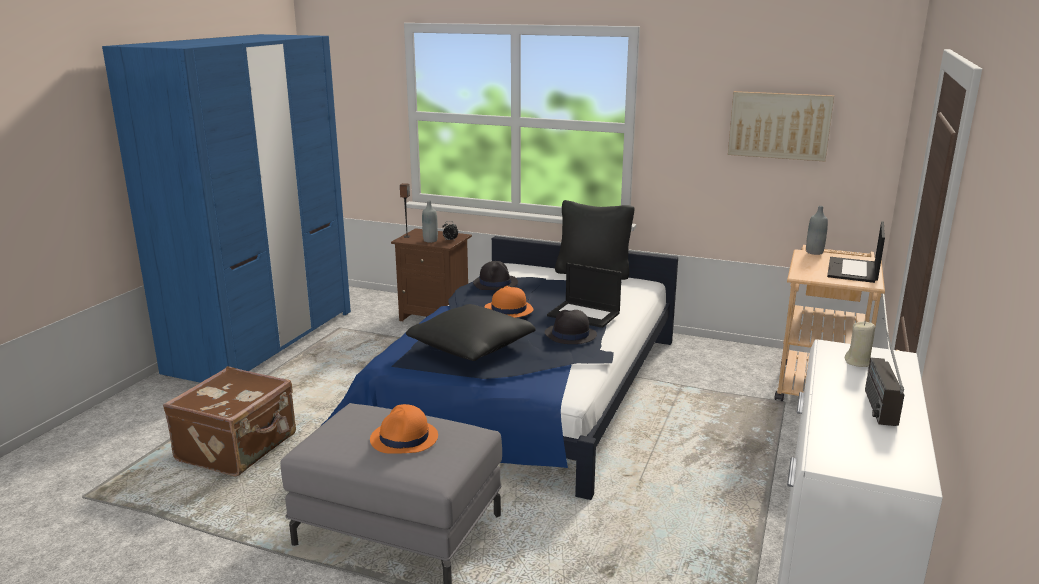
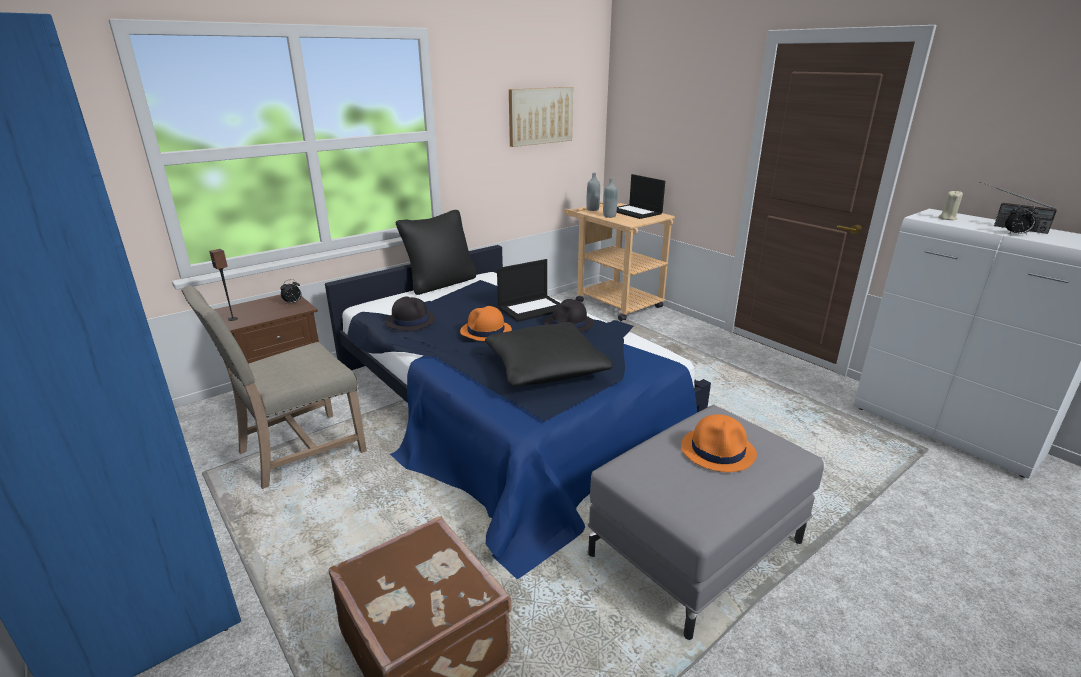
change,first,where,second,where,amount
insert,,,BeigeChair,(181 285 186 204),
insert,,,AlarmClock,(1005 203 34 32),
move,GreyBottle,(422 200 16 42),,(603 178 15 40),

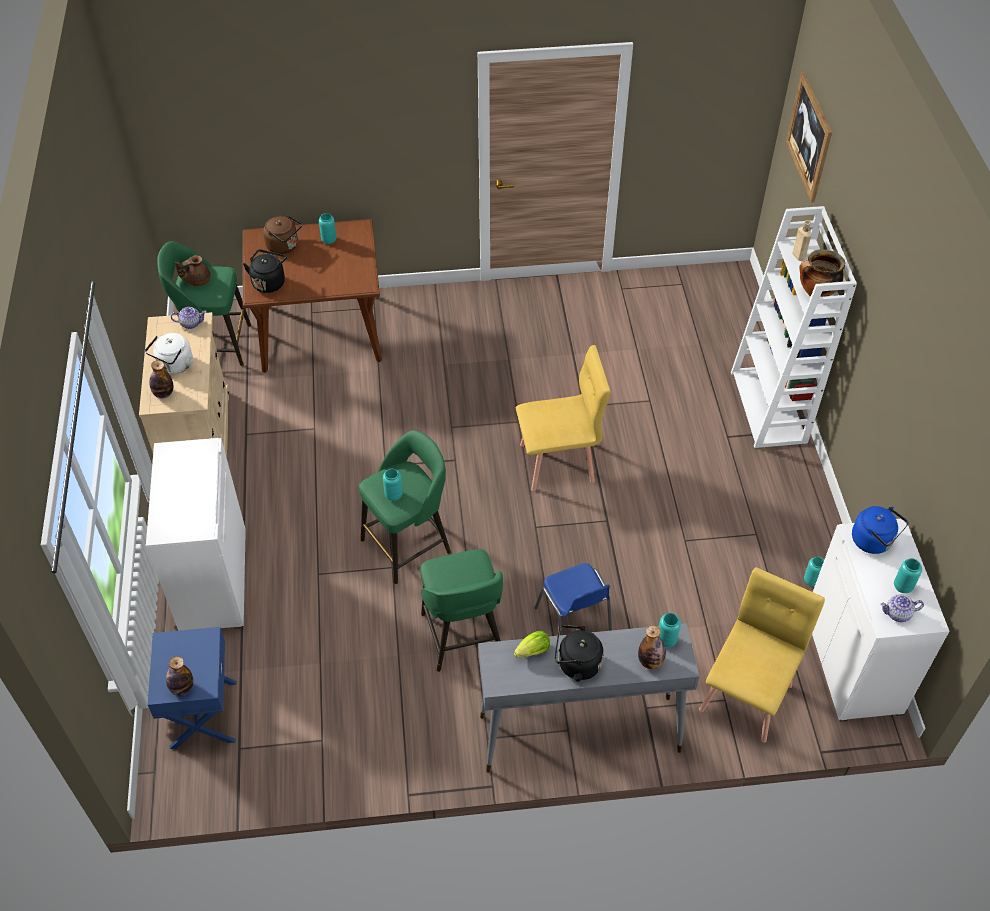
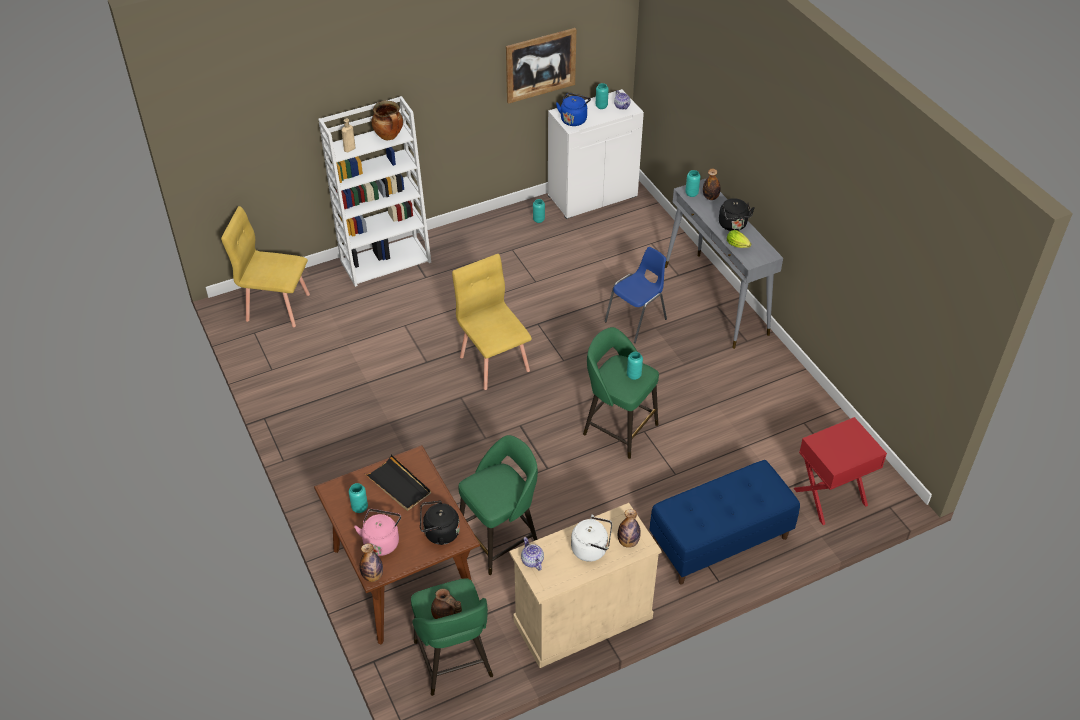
change,first,where,second,where,amount
insert,,,BlackTray,(365 454 66 57),
move,Bottle,(166 656 27 40),,(360 543 23 39),
move,GreenStool,(420 549 83 123),,(458 435 80 140),
move,YellowChair,(699 567 126 176),,(221 206 89 121),
move,Picture,(786 72 46 131),,(506 28 70 76),
replace,WhiteCabinet,(146 438 100 193),BlueBench,(650 460 150 124),
recolor,BlueNightstand,(147 627 90 122),RedNightstand,(793 417 94 108),
recolor,BrownKettle,(263 215 39 39),PinkKettle,(354 509 47 47),

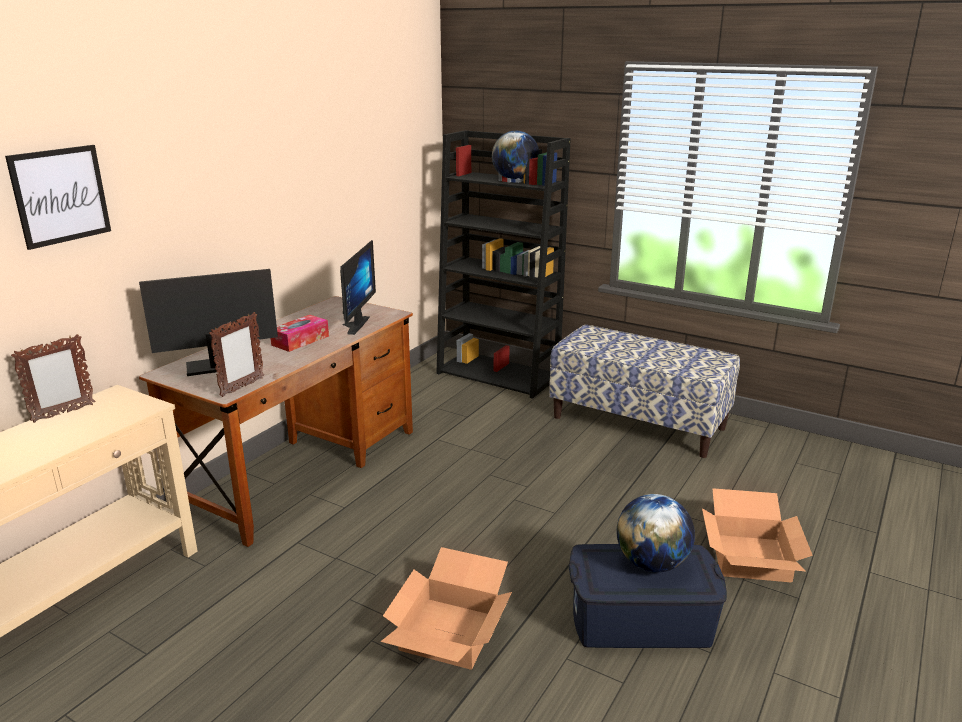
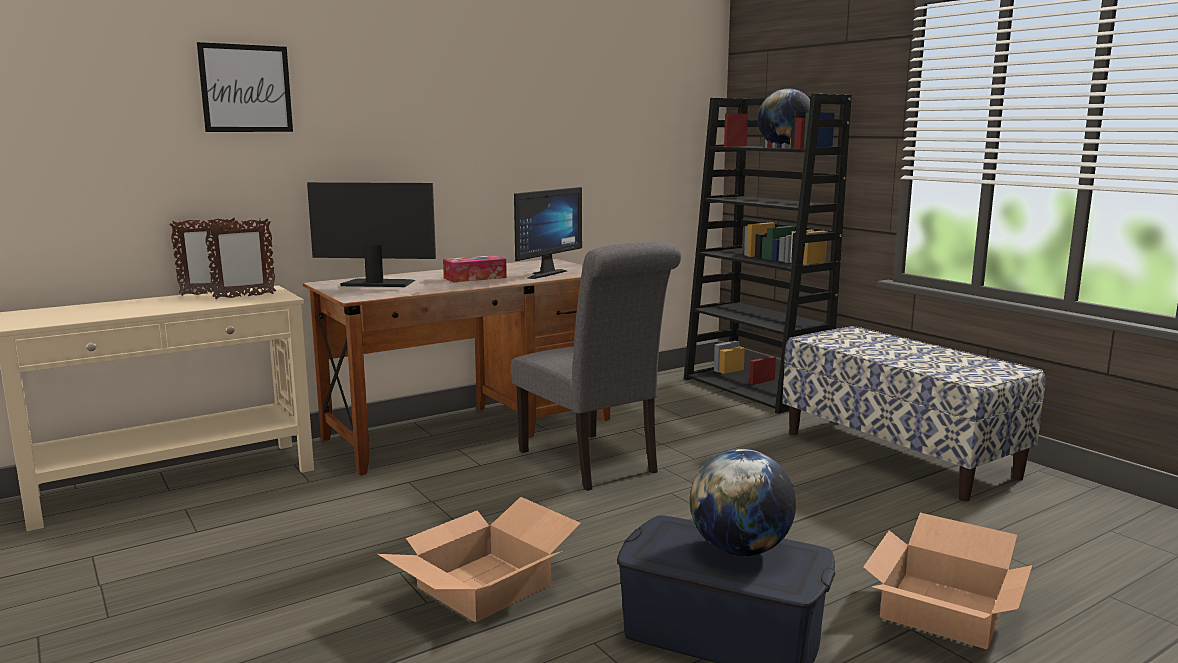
change,first,where,second,where,amount
insert,,,GreyChair,(511 242 170 249),
move,PictureFrame,(209 312 55 85),,(204 219 72 80),

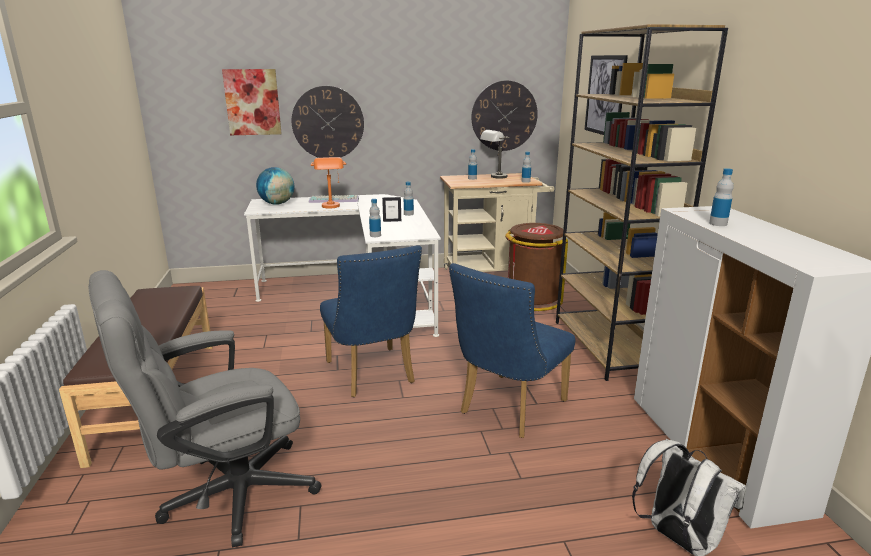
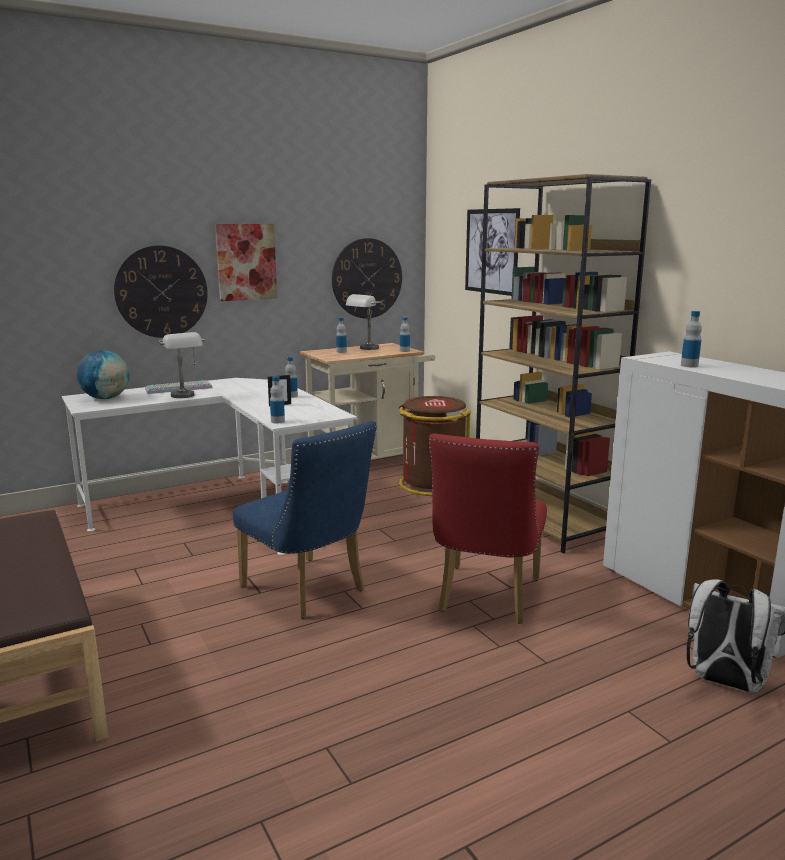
change,first,where,second,where,amount
delete,GreyOfficeChair,(88 270 233 278),,,
move,Picture,(222 69 60 66),,(215 224 62 77),
recolor,OrangeTableLamp,(311 157 35 51),GreyTableLamp,(157 332 48 66),
recolor,BlueChair,(449 263 126 175),RedChair,(429 434 118 190),

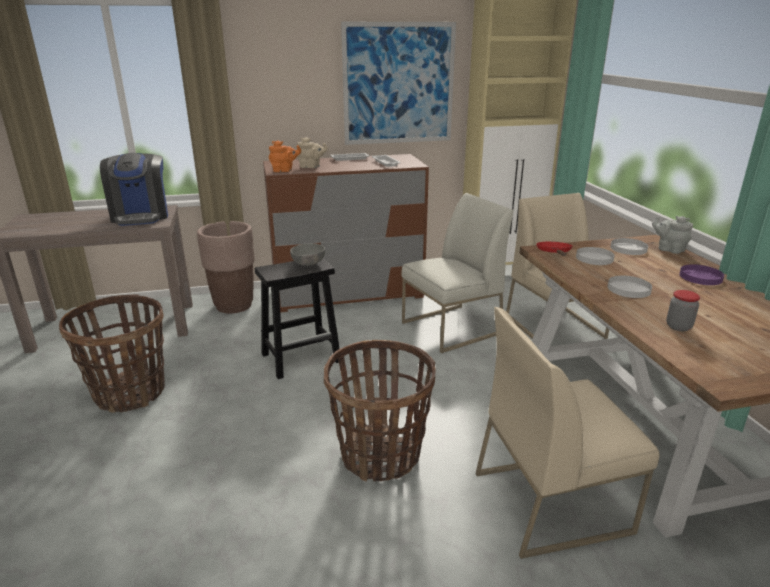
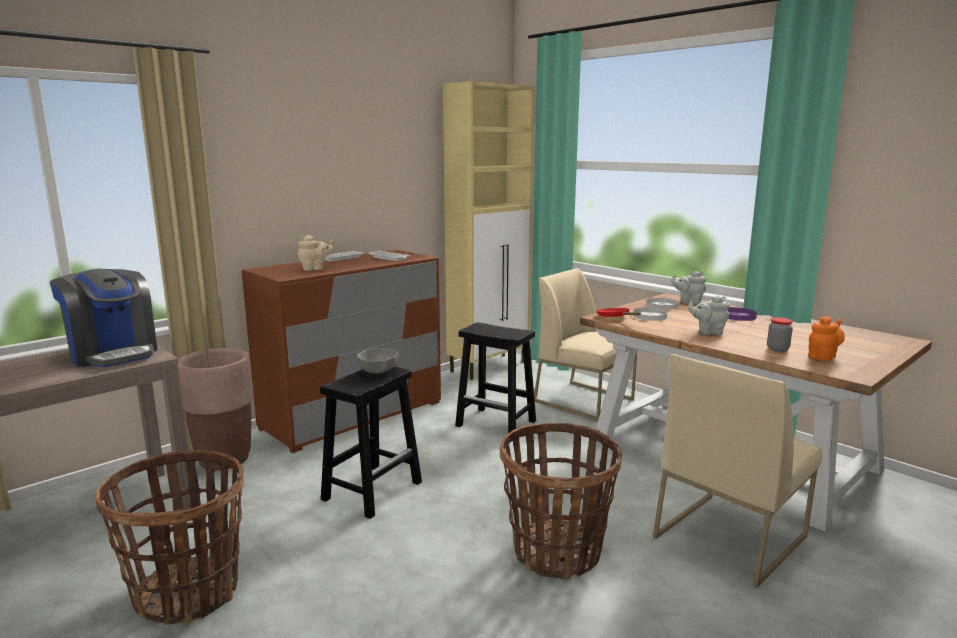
change,first,where,second,where,amount
delete,Picture,(341 22 115 123),,,
move,OrangeTeapot,(269 141 32 31),,(808 316 37 45),
replace,WhiteChair,(402 193 111 160),BlackStool,(455 322 81 111),
replace,WhitePlate,(607 276 45 22),GreyTeapot,(688 296 42 39),

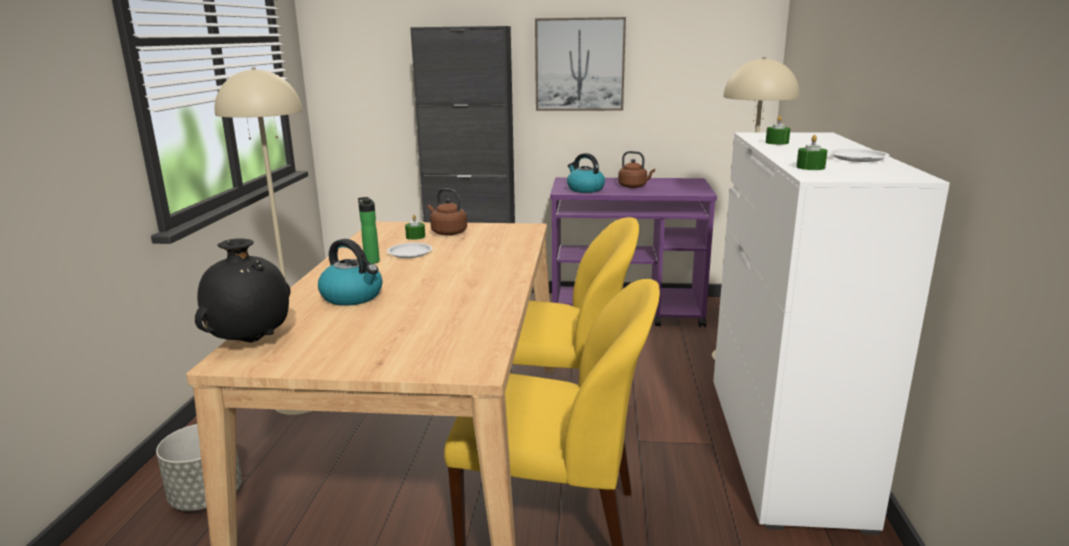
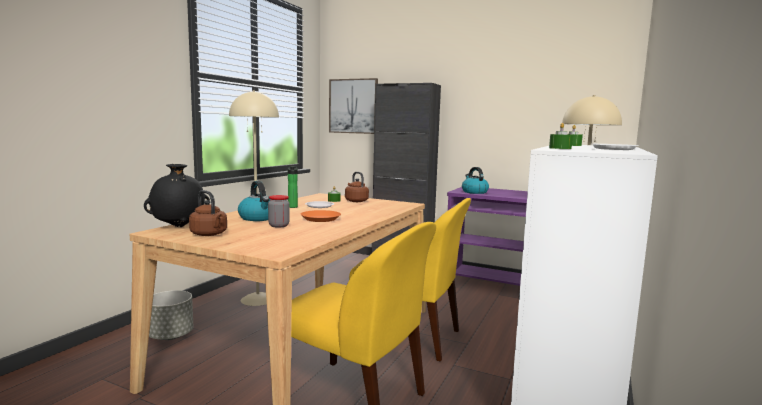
change,first,where,second,where,amount
insert,,,Jar,(268 195 22 33),
insert,,,OrangePlate,(301 210 40 12),
move,Picture,(535 17 91 94),,(329 78 49 56),
move,BrownKettle,(618 151 37 37),,(189 190 38 46),

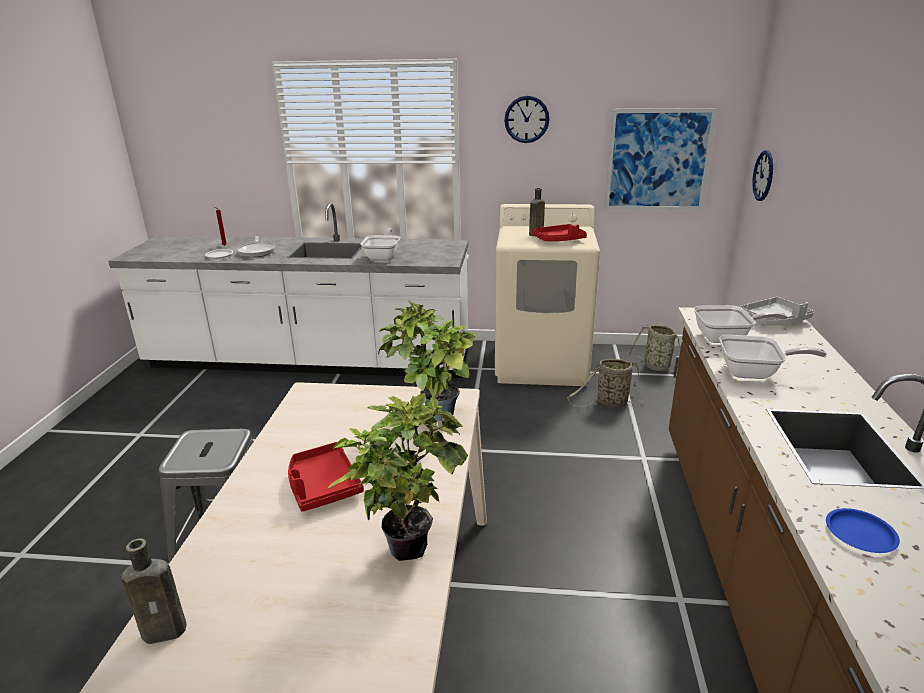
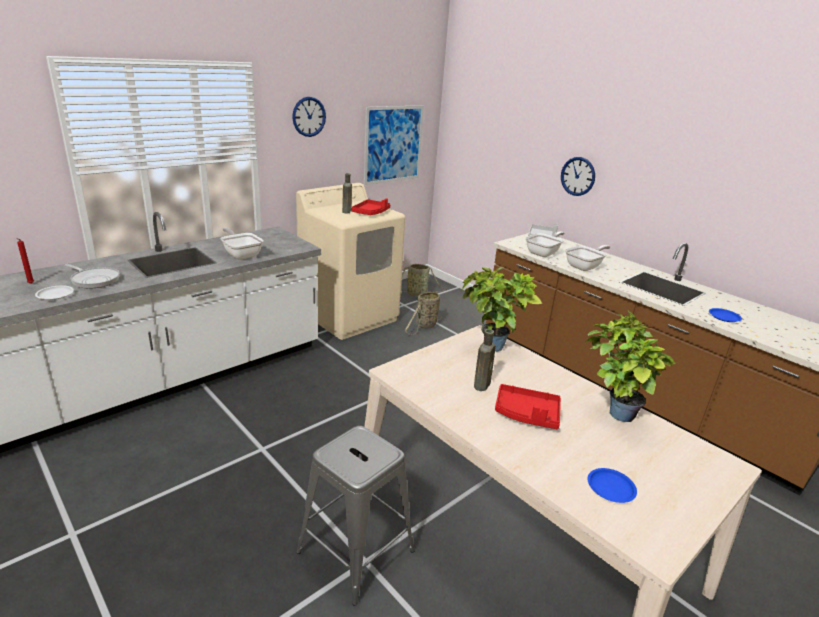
change,first,where,second,where,amount
insert,,,BluePlate,(588 468 49 35),
move,BrownBottle,(121 538 66 106),,(474 329 22 62),
move,WallClock,(752 151 21 50),,(561 157 34 39),

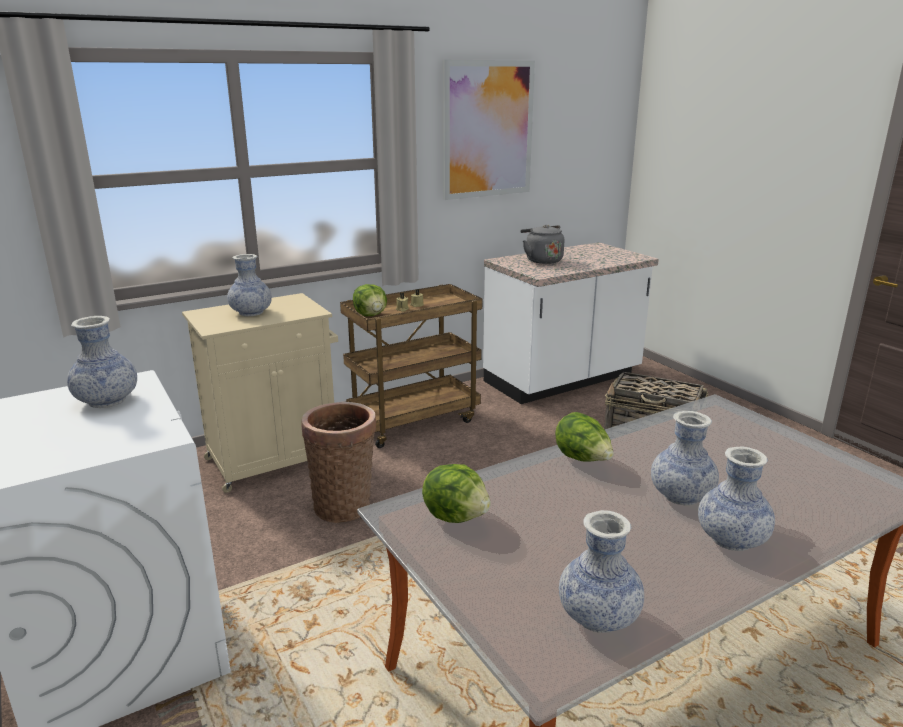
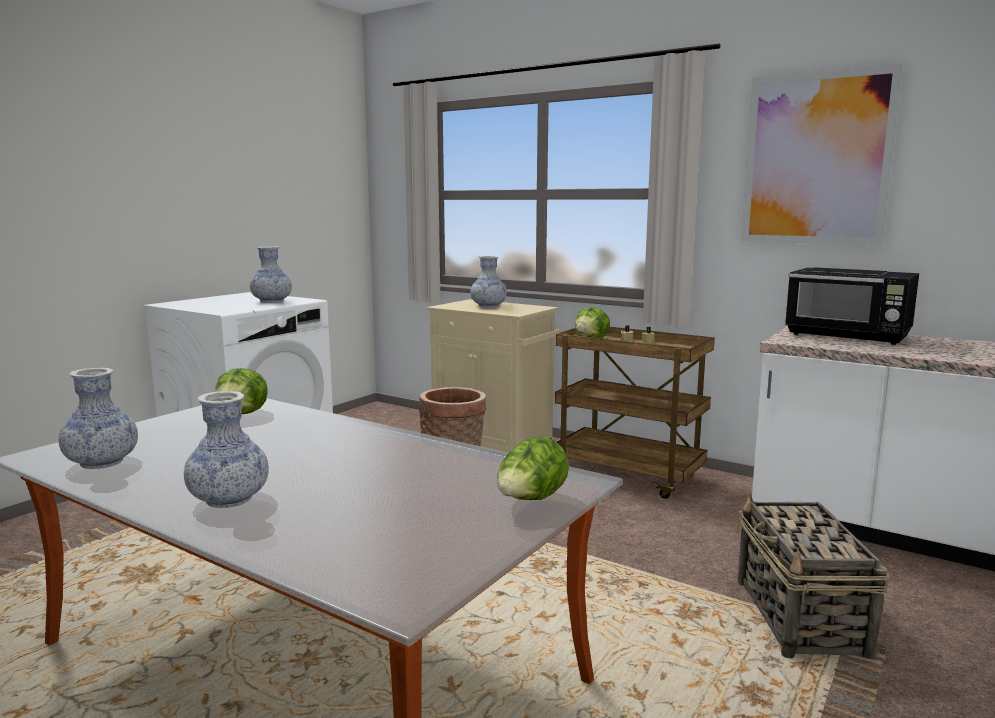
change,first,where,second,where,amount
delete,Vase,(651 411 68 94),,,
move,Lettuce,(555 412 59 50),,(497 437 72 63),
replace,GreyKettle,(520 225 44 39),BlackMicrowave,(785 267 134 78),

